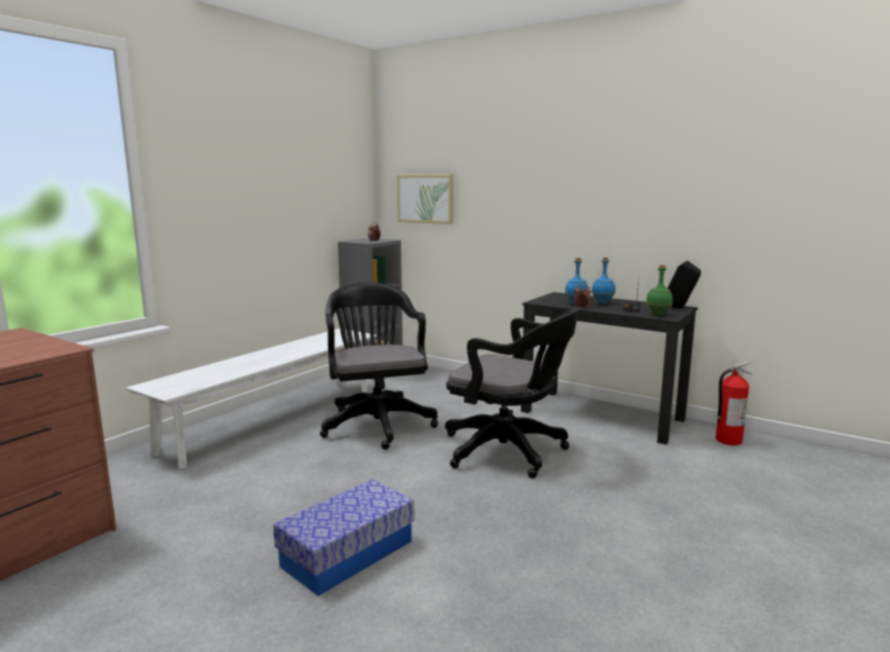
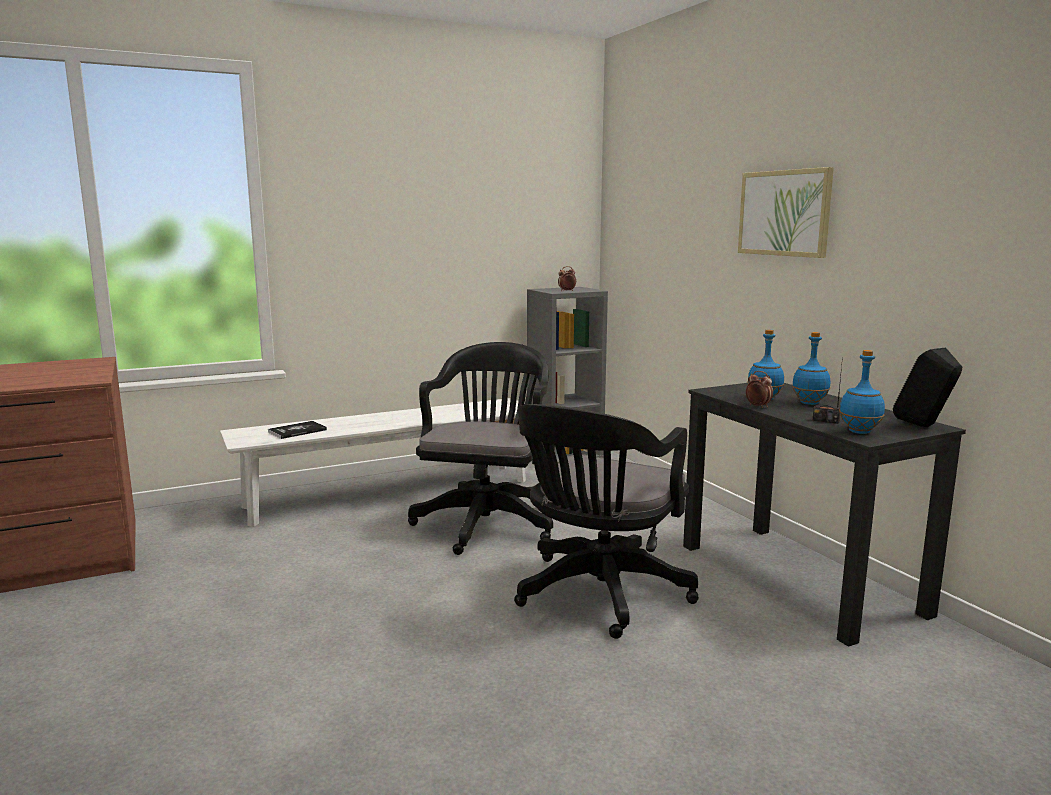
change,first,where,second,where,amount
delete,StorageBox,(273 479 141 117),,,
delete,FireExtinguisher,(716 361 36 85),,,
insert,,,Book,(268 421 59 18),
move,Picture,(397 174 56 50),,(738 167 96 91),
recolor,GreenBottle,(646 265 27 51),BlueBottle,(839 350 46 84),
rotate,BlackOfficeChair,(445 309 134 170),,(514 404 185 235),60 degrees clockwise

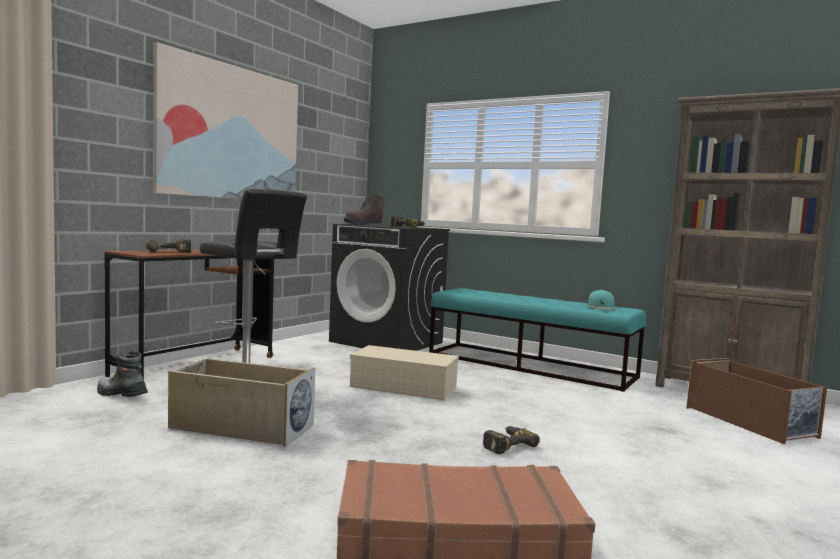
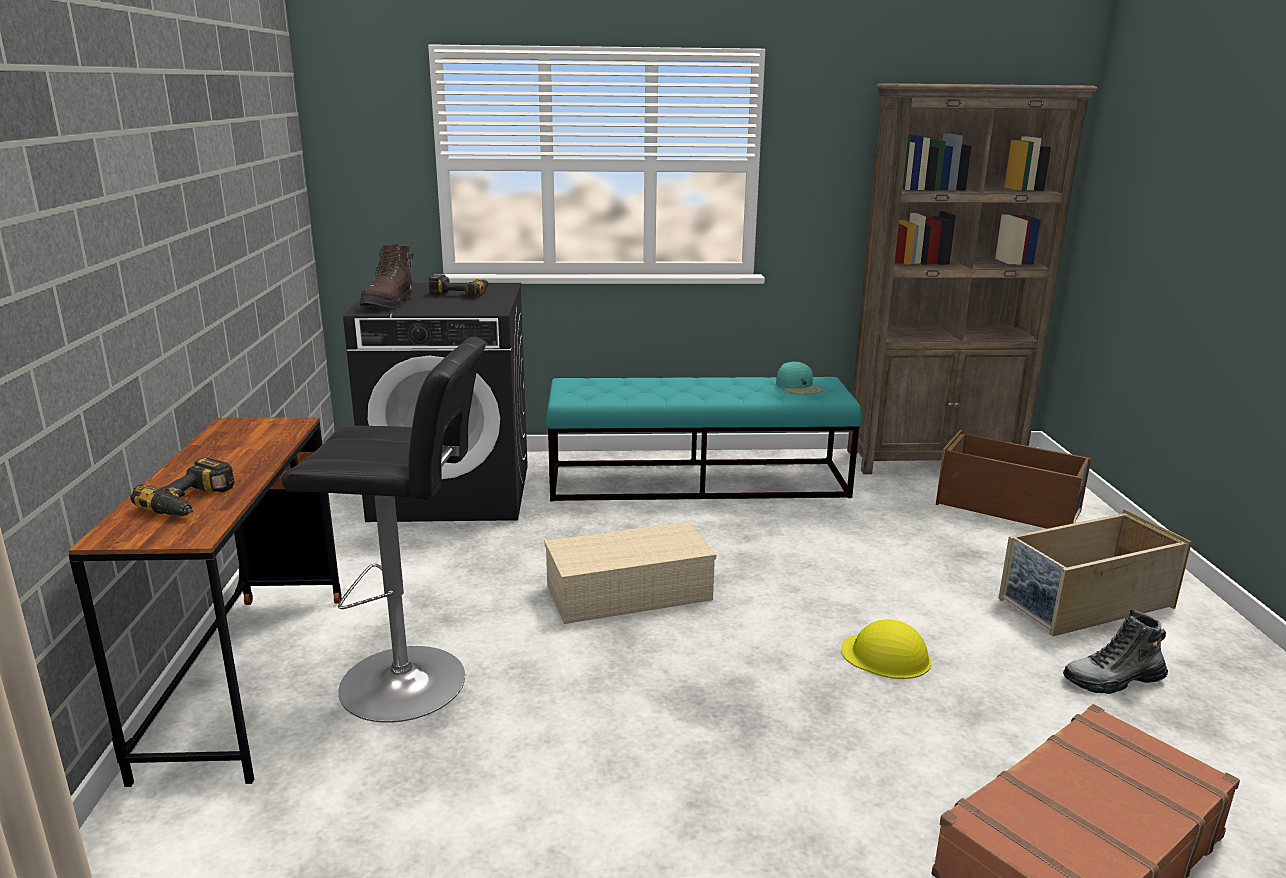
change,first,where,second,where,amount
delete,Picture,(153 42 145 157),,,
move,Boot,(97 351 51 46),,(1063 609 105 85),
move,BeigeStorageBox,(168 358 147 90),,(998 509 194 127),
replace,PowerDrill,(483 426 57 28),YellowHardHat,(841 619 90 60),

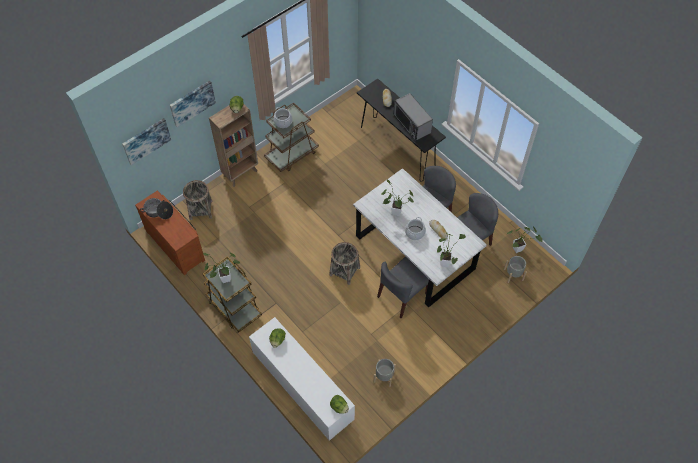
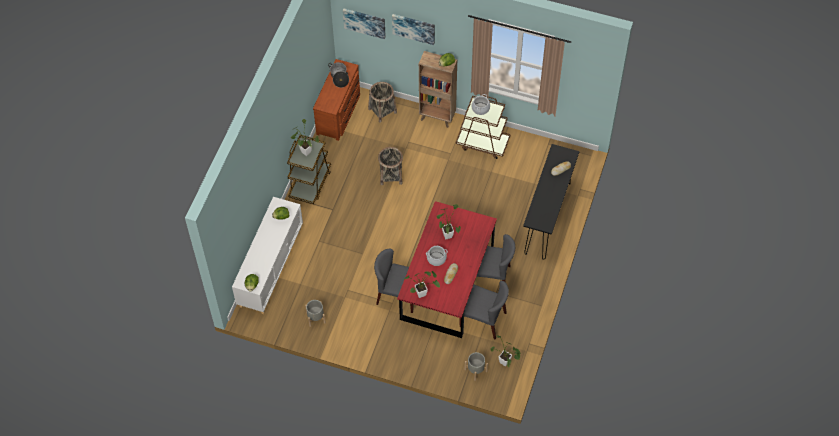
change,first,where,second,where,amount
delete,Microwave,(393 93 40 47),,,
move,Basket,(329 242 31 43),,(378 147 25 38),
recolor,WhiteDiningTable,(353 168 134 140),RedDiningTable,(397 201 100 137),

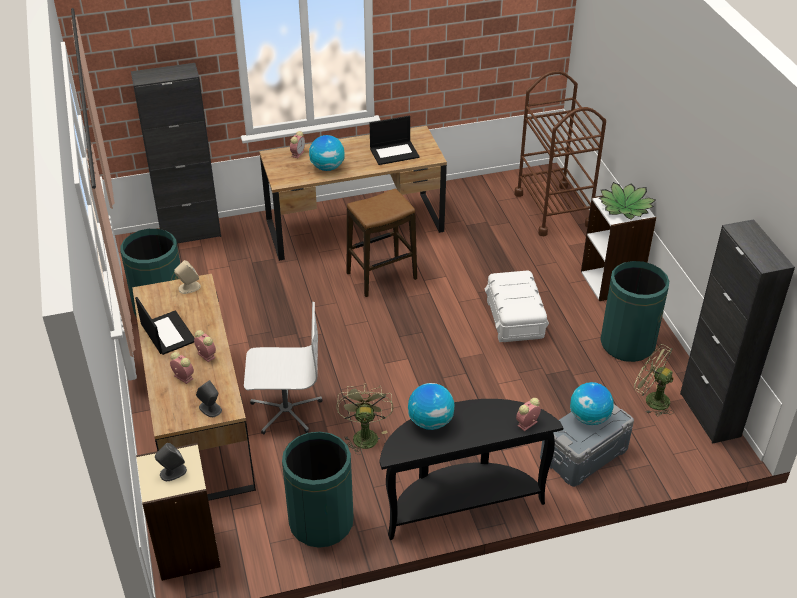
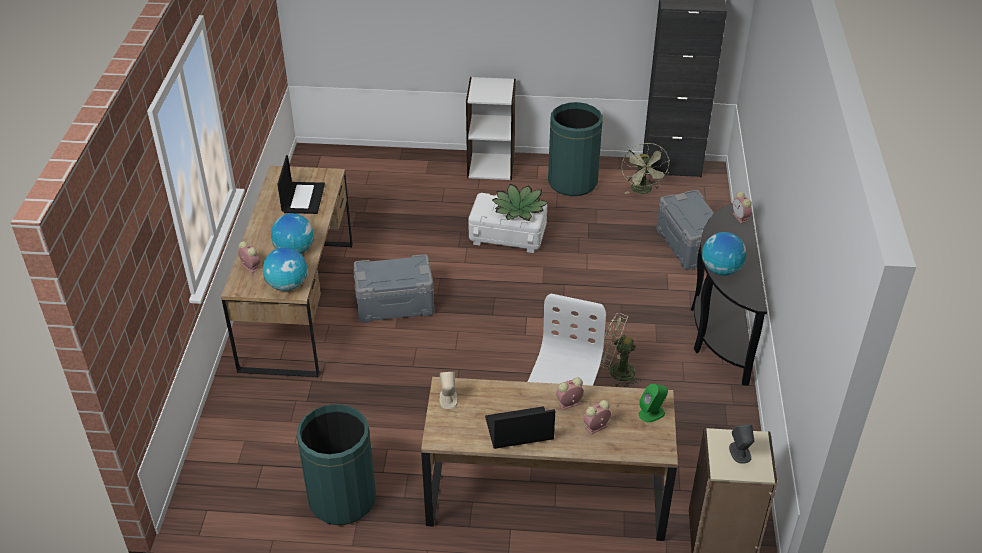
change,first,where,second,where,amount
delete,BlackCabinet,(131 63 90 181),,,
delete,GreenTrashCan,(282 432 72 116),,,
delete,BrownCart,(514 71 92 165),,,
move,Globe,(570 382 44 43),,(263 247 44 44),
move,PottedPlant,(599 182 57 37),,(492 184 57 37),
replace,Stool,(347 188 70 109),GreyStorageBox,(353 254 81 69),
recolor,GreySpeaker,(196 380 26 37),GreenSpeaker,(639 384 29 38),
rotate,GreenFan,(634 344 40 72),,(621 143 49 51),60 degrees counterclockwise

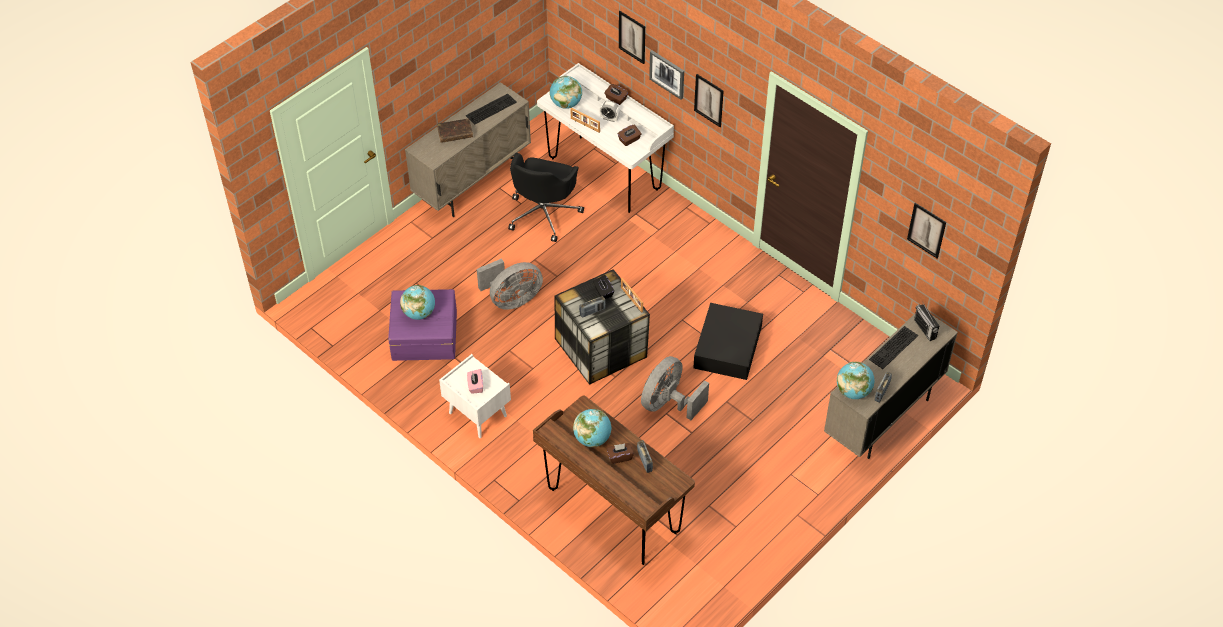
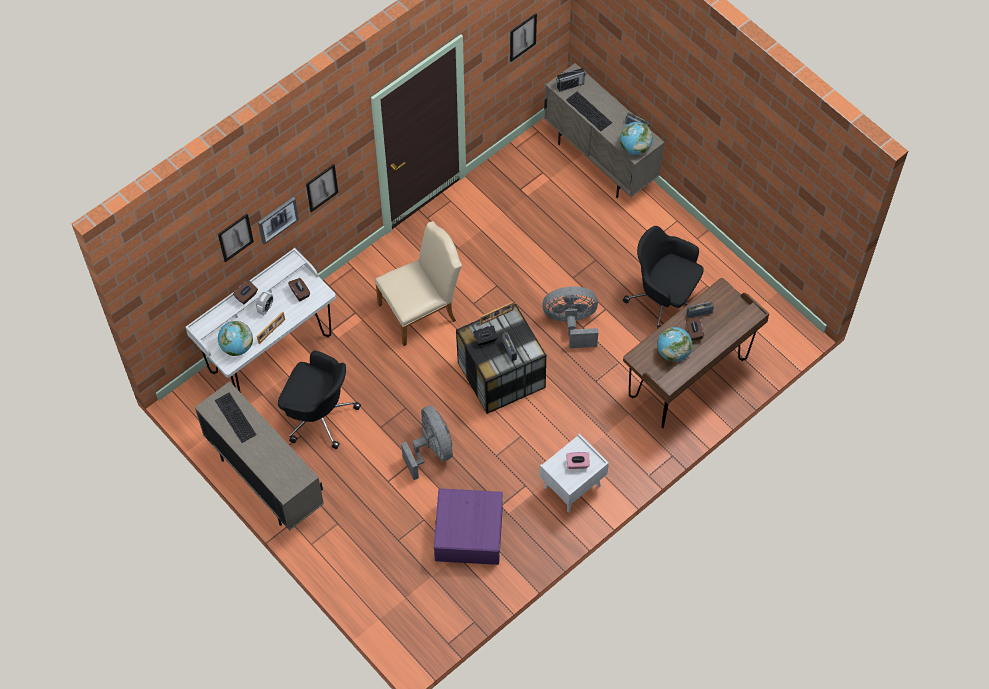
change,first,where,second,where,amount
delete,Globe,(400 285 35 35),,,
delete,BrownBook,(437 119 36 24),,,
delete,BlackStorageBox,(693 303 70 77),,,
insert,,,BeigeChair,(375 221 87 125),
insert,,,BlackOfficeChair,(623 226 81 103),
rotate,GreyFan,(641 356 68 64),,(542 286 56 62),135 degrees clockwise

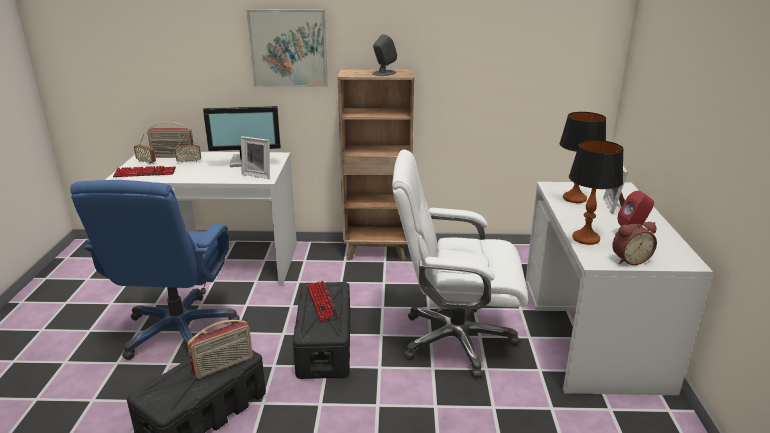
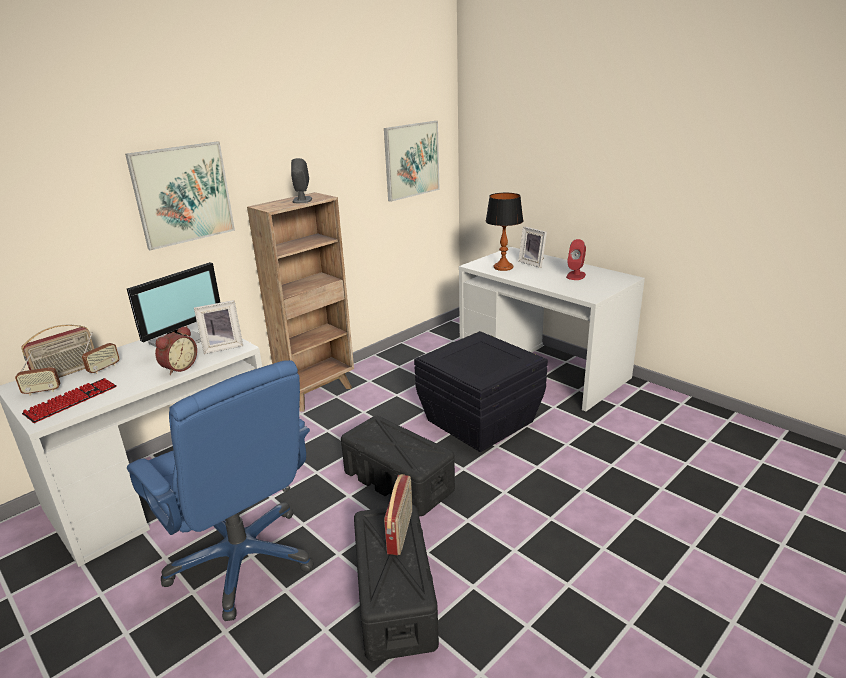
change,first,where,second,where,amount
delete,Keyboard,(306 281 32 40),,,
delete,TableLamp,(569 140 55 105),,,
insert,,,Picture,(384 121 56 81),
move,AlarmClock,(612 222 45 43),,(155 326 42 49),
replace,WhiteOfficeChair,(392 149 136 229),BlackStorageBox,(414 331 134 121),

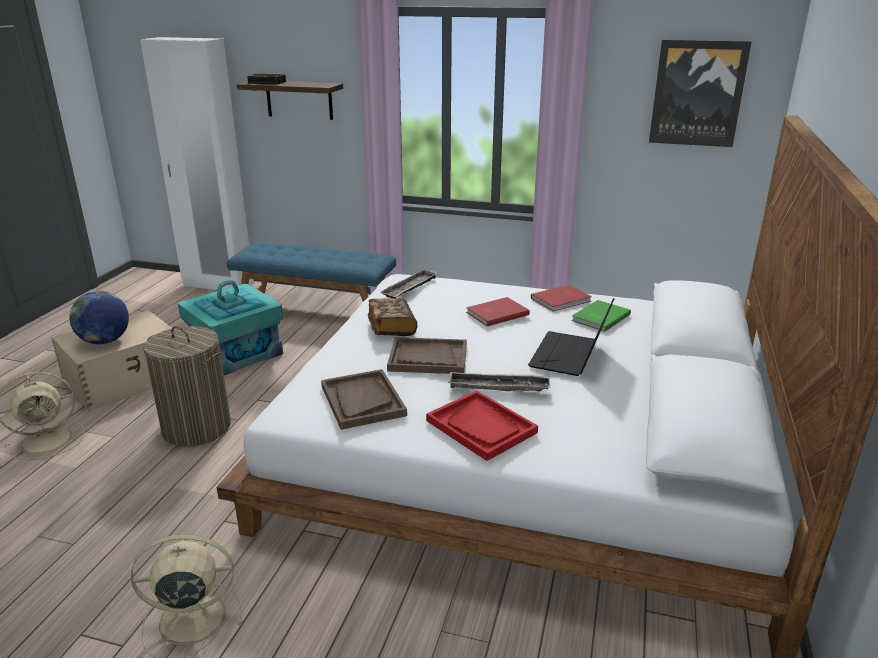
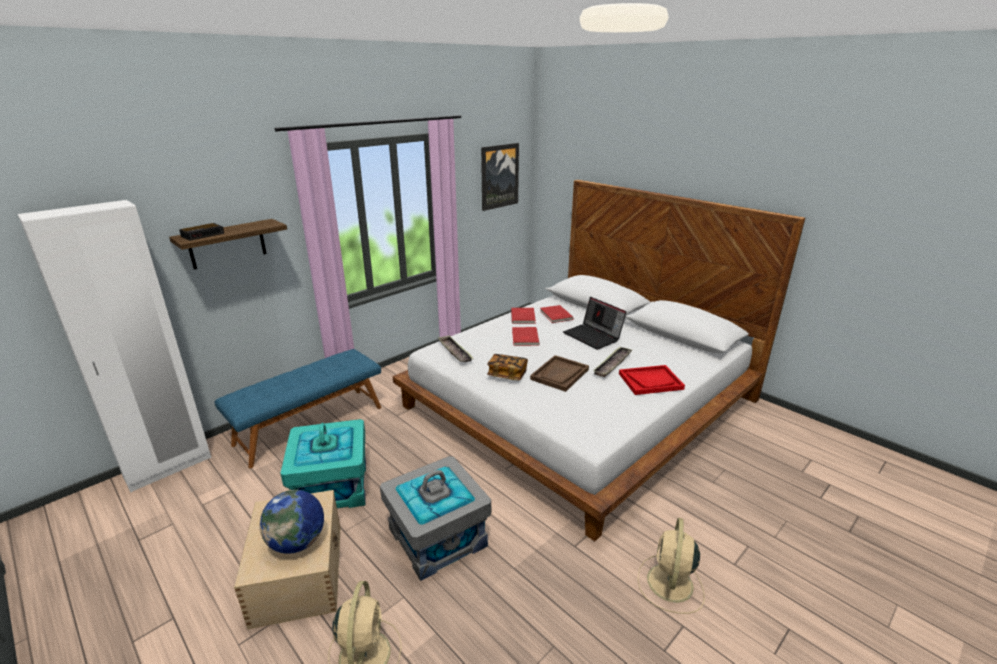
change,first,where,second,where,amount
delete,BrownTray,(321 369 86 61),,,
replace,LaundryBasket,(143 326 88 121),GreyStorageBox,(380 456 111 125),
recolor,GreenBook,(571 300 60 32),RedBook,(540 305 34 18),

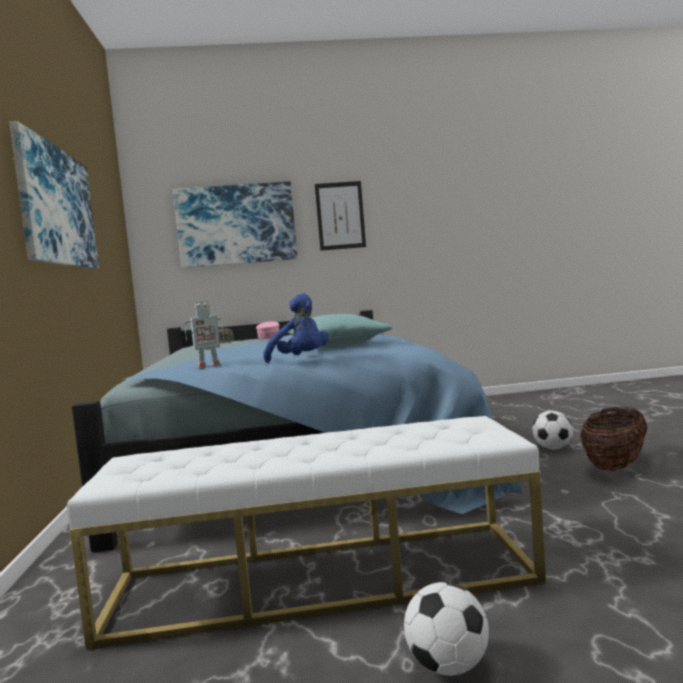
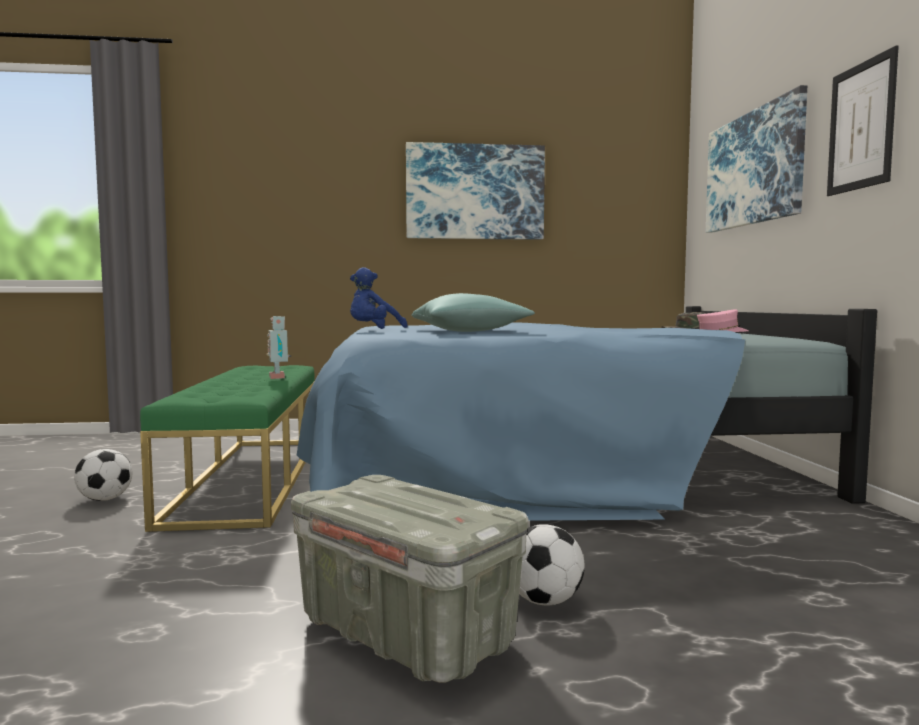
change,first,where,second,where,amount
move,ToyRobot,(185 301 39 67),,(266 316 25 63),
replace,Basket,(580 407 67 64),GreyStorageBox,(291 475 237 208),
recolor,WhiteBench,(67 416 479 234),GreenBench,(140 365 174 167),

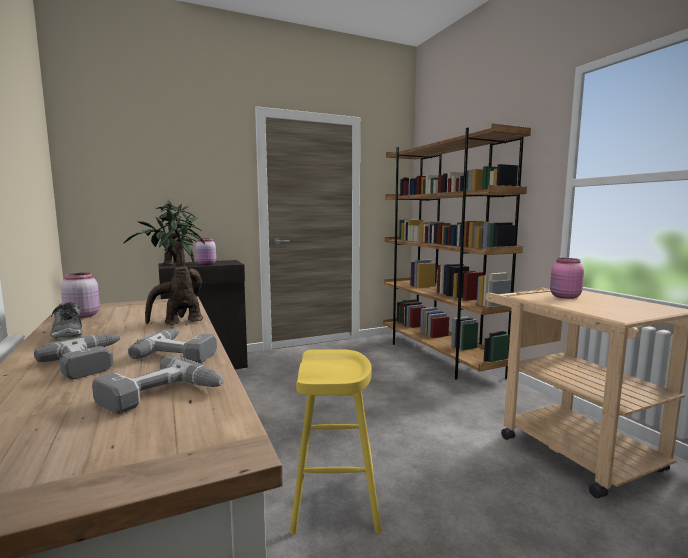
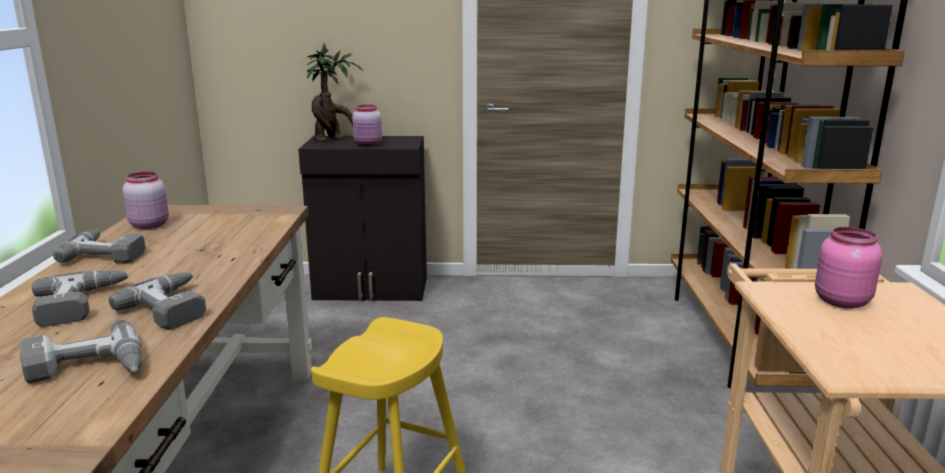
change,first,where,second,where,amount
delete,PottedPlant,(123 209 82 116),,,
replace,Shoe,(50 302 32 37),PowerDrill,(53 229 92 35),

